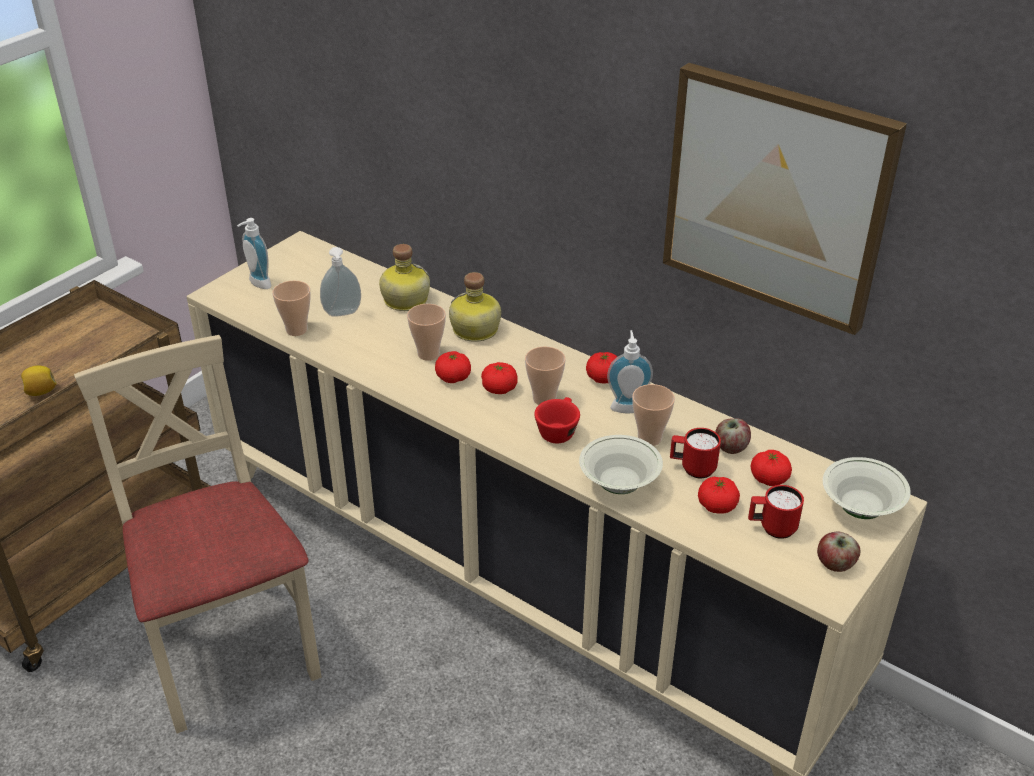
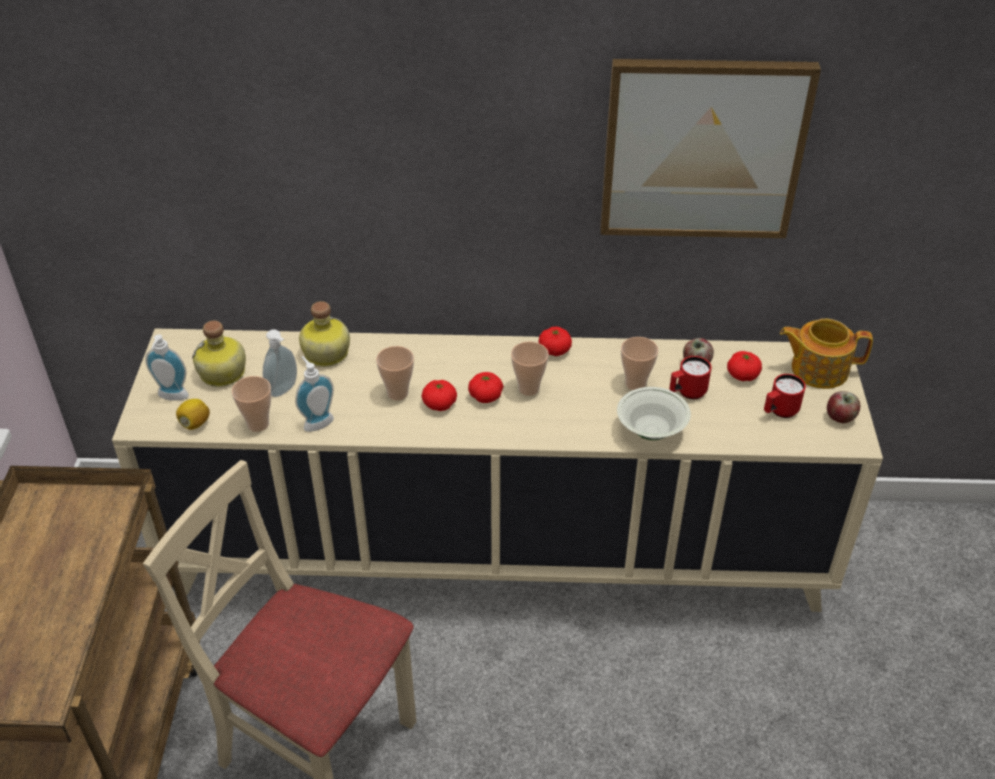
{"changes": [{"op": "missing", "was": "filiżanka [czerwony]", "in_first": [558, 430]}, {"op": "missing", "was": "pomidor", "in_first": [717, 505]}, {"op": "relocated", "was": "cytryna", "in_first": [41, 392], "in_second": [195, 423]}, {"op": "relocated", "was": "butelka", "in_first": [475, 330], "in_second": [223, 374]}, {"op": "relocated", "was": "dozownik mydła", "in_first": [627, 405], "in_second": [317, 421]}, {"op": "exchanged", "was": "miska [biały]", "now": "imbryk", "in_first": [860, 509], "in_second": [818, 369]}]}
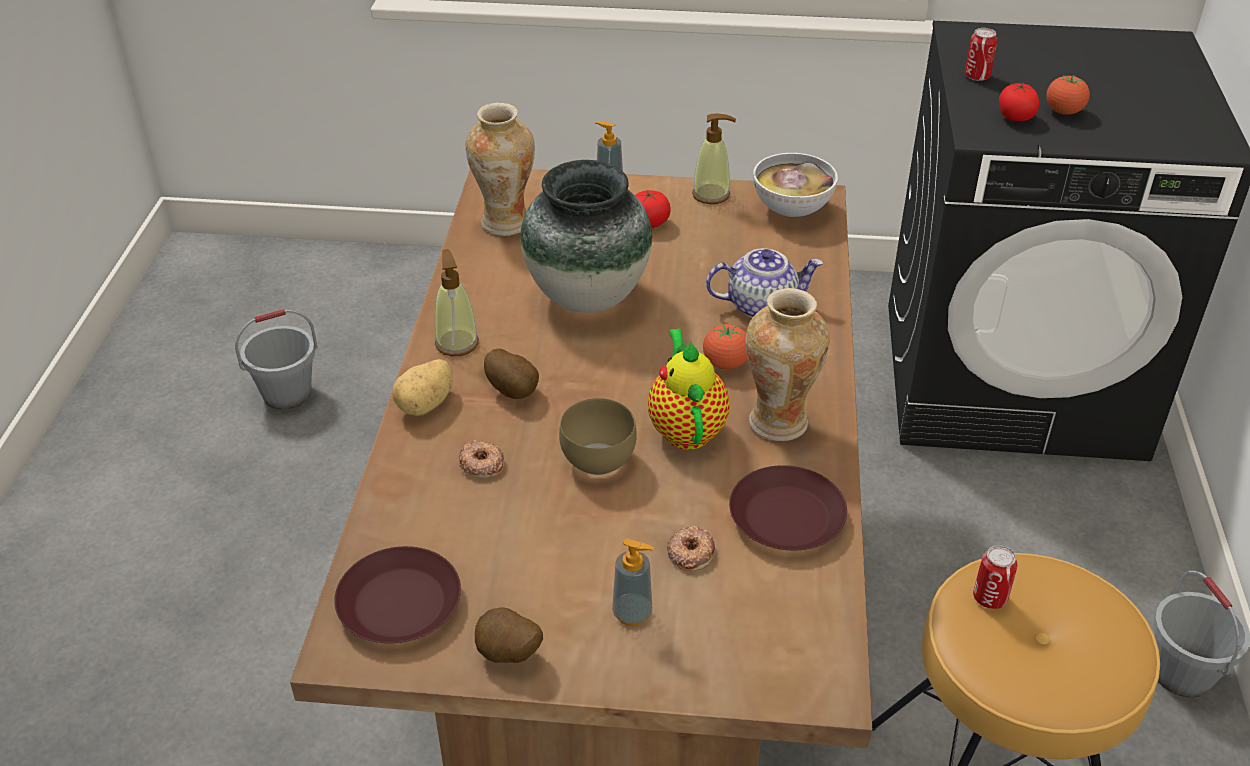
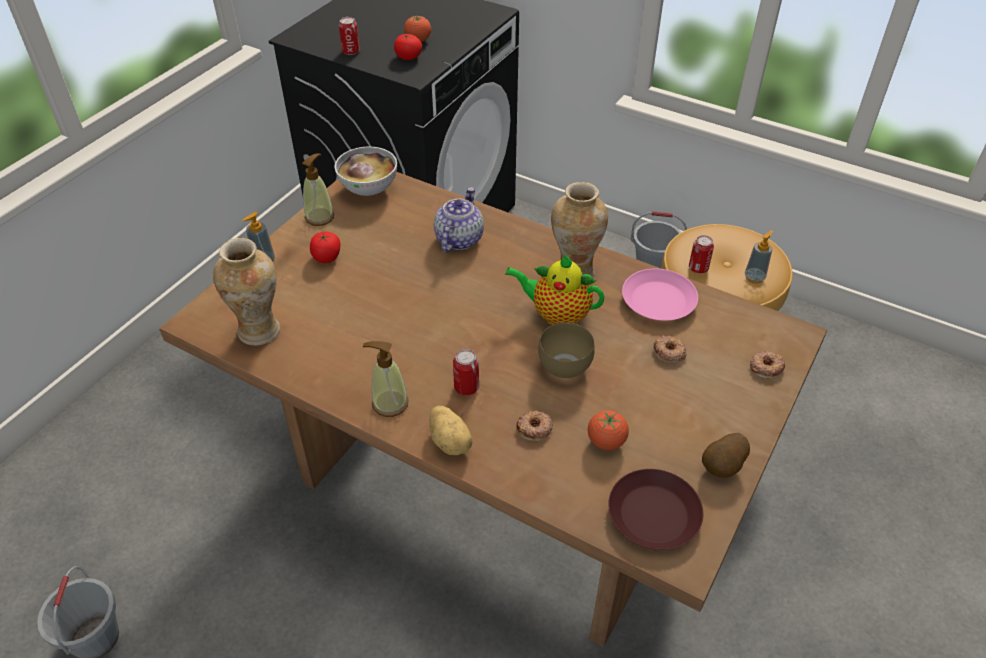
{"changes": [{"op": "missing", "was": "wazon", "in_first": [587, 296]}, {"op": "appeared", "now": "donut", "in_second": [766, 367]}, {"op": "relocated", "was": "dozownik mydła", "in_first": [632, 613], "in_second": [754, 277]}, {"op": "relocated", "was": "pomidor", "in_first": [725, 363], "in_second": [606, 441]}, {"op": "exchanged", "was": "ziemniak", "now": "puszka", "in_first": [514, 391], "in_second": [466, 387]}, {"op": "colour", "was": "talerz [brązowy]", "now": "talerz [różowy]", "in_first": [785, 517], "in_second": [658, 301]}]}
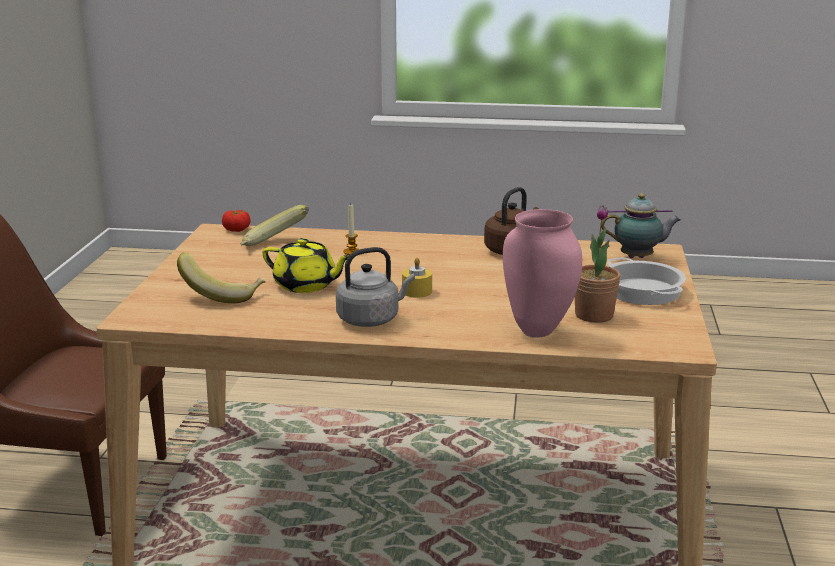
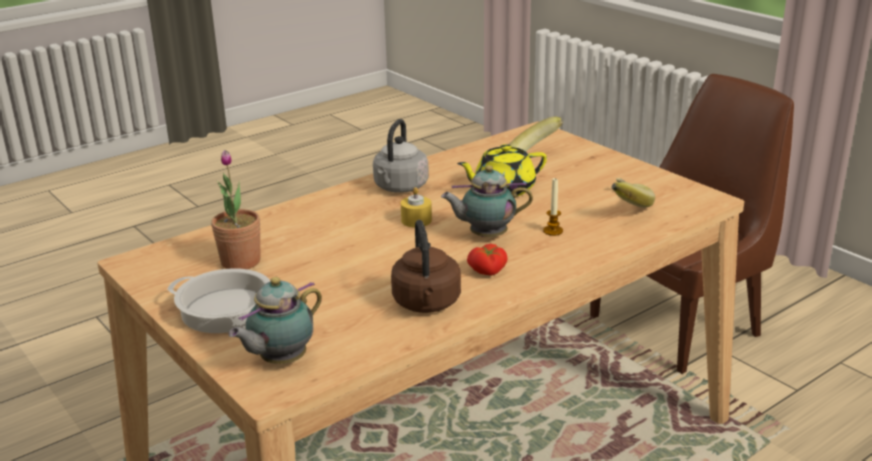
{"changes": [{"op": "missing", "was": "wazon [różowy]", "in_first": [537, 331]}, {"op": "appeared", "now": "imbryk", "in_second": [485, 236]}, {"op": "relocated", "was": "pomidor", "in_first": [237, 229], "in_second": [488, 272]}]}
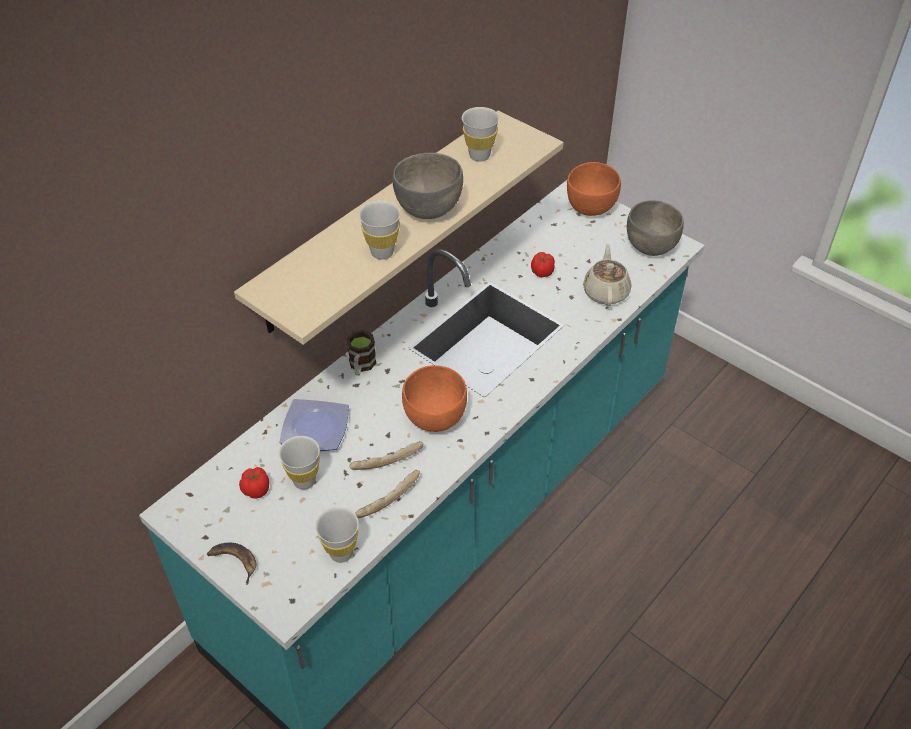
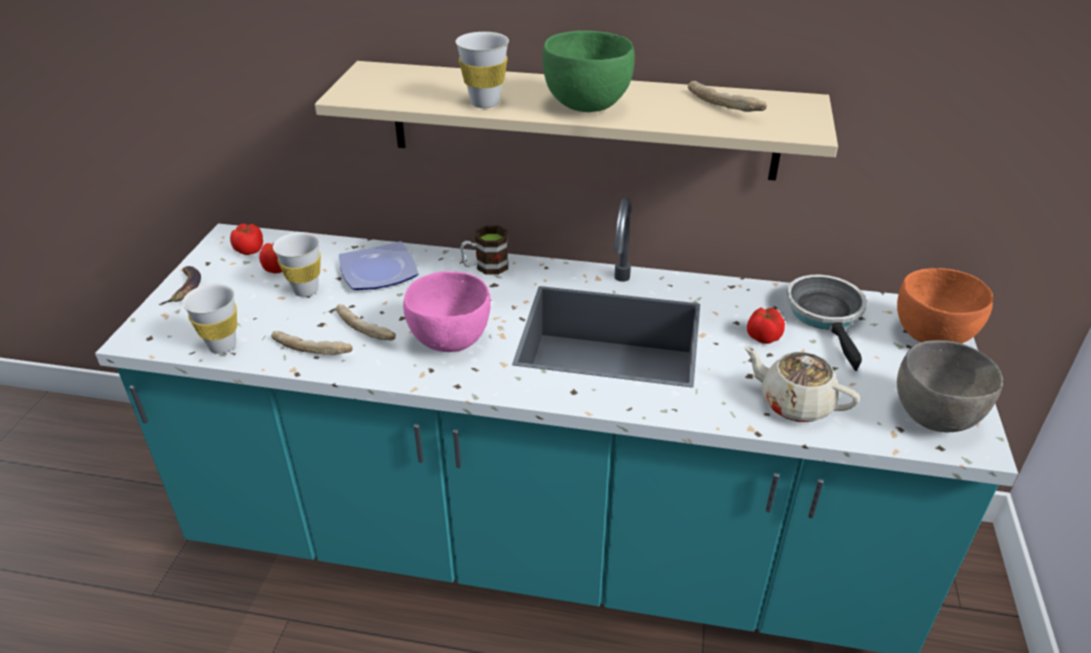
{"changes": [{"op": "appeared", "now": "pomidor", "in_second": [250, 250]}, {"op": "appeared", "now": "patelnia", "in_second": [826, 315]}, {"op": "exchanged", "was": "filiżanka [biały]", "now": "chleb", "in_first": [479, 156], "in_second": [724, 106]}, {"op": "colour", "was": "miska [szary]", "now": "miska [zielony]", "in_first": [429, 210], "in_second": [587, 106]}, {"op": "colour", "was": "miska [pomarańczowy]", "now": "miska [różowy]", "in_first": [435, 419], "in_second": [449, 340]}, {"op": "spun", "was": "imbryk [beżowy]", "in_first": [606, 292], "in_second": [794, 403], "clockwise": -120}]}
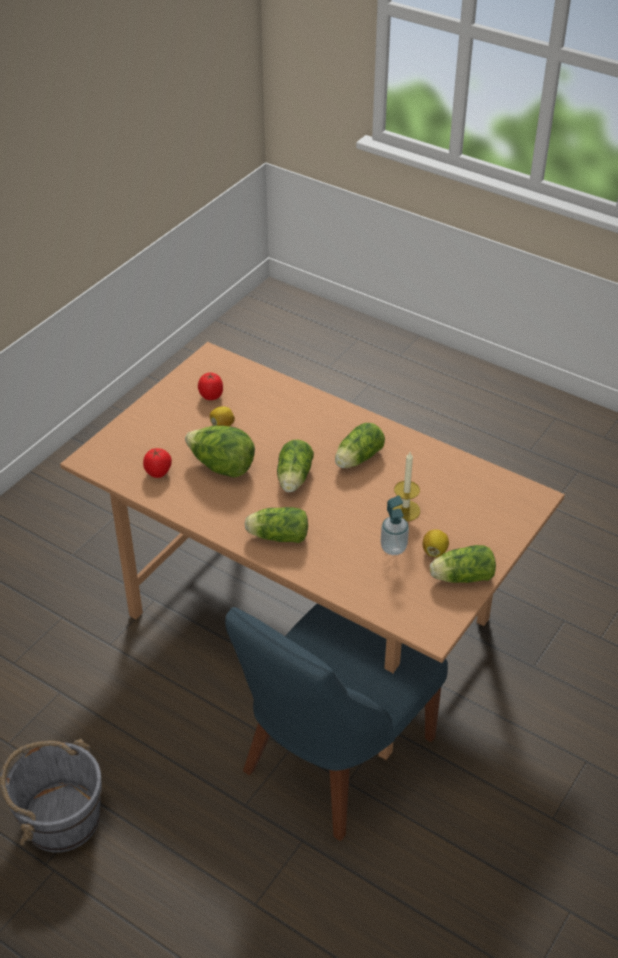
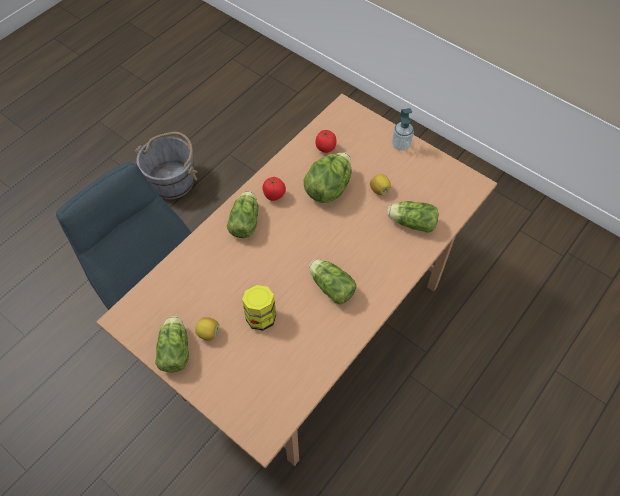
{"changes": [{"op": "relocated", "was": "pomidor", "in_first": [211, 396], "in_second": [274, 195]}, {"op": "relocated", "was": "sałata", "in_first": [293, 479], "in_second": [410, 222]}, {"op": "relocated", "was": "dozownik mydła", "in_first": [393, 548], "in_second": [401, 145]}, {"op": "exchanged", "was": "świeca", "now": "słoik", "in_first": [405, 510], "in_second": [261, 316]}]}
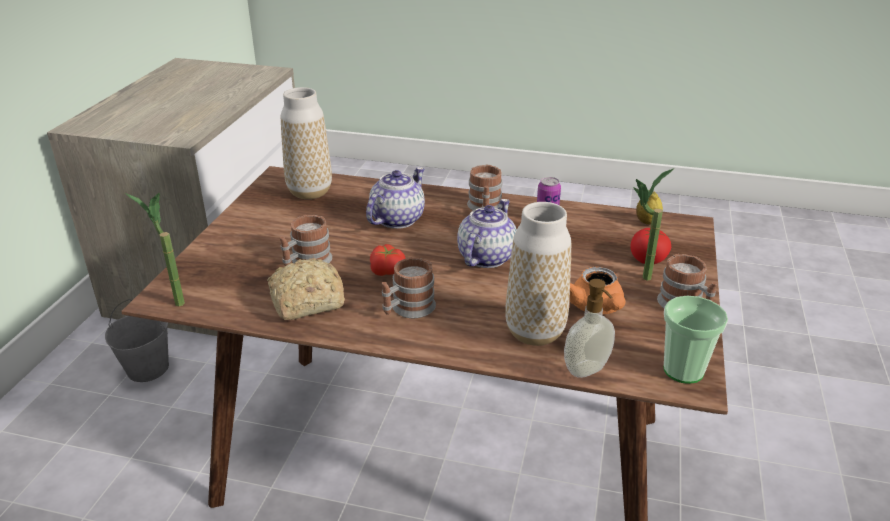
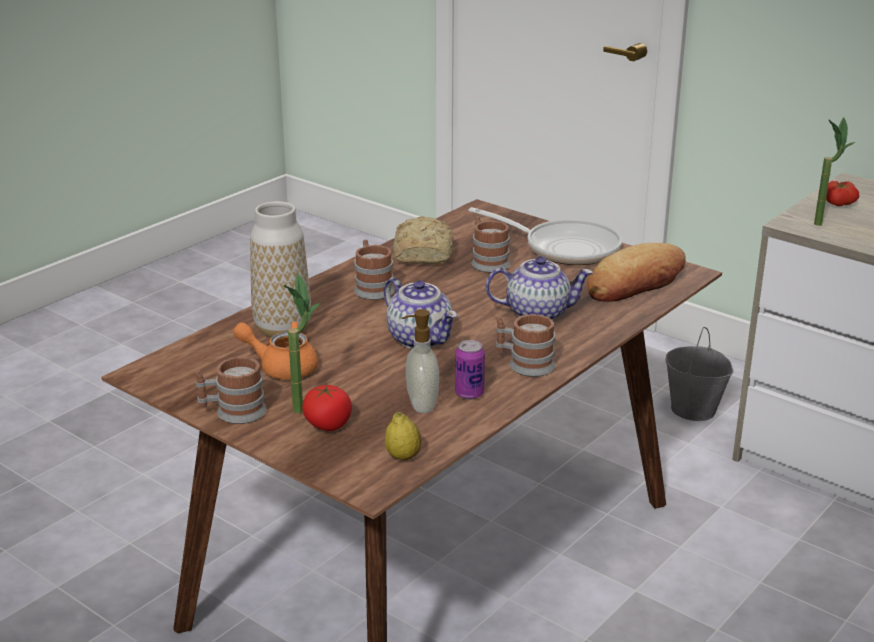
{"changes": [{"op": "missing", "was": "filiżanka", "in_first": [683, 370]}, {"op": "appeared", "now": "patelnia", "in_second": [564, 248]}, {"op": "relocated", "was": "roślina doniczkowa", "in_first": [172, 301], "in_second": [823, 222]}, {"op": "relocated", "was": "pomidor", "in_first": [388, 271], "in_second": [838, 204]}, {"op": "relocated", "was": "dozownik mydła", "in_first": [587, 370], "in_second": [420, 405]}, {"op": "exchanged", "was": "wazon", "now": "chleb", "in_first": [310, 192], "in_second": [636, 282]}, {"op": "spun", "was": "imbryk", "in_first": [397, 219], "in_second": [538, 313], "clockwise": -60}]}
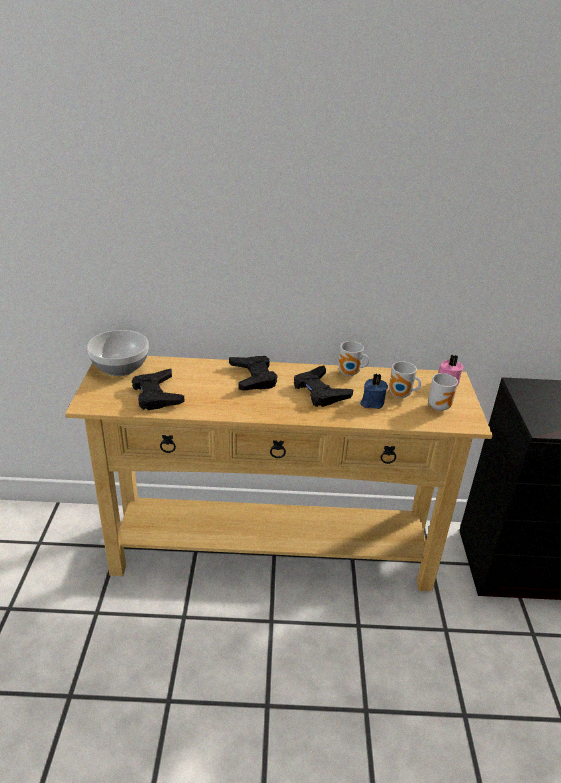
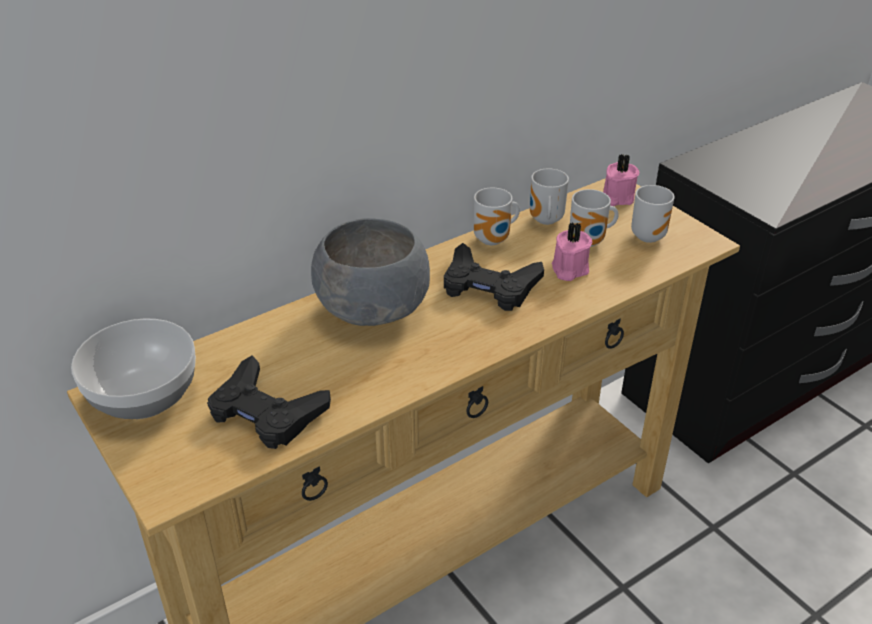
{"changes": [{"op": "appeared", "now": "kubek", "in_second": [544, 221]}, {"op": "exchanged", "was": "pad do gier [czarny]", "now": "miska [szary]", "in_first": [253, 377], "in_second": [375, 309]}, {"op": "colour", "was": "świeca [niebieski]", "now": "świeca [różowy]", "in_first": [371, 402], "in_second": [568, 269]}]}
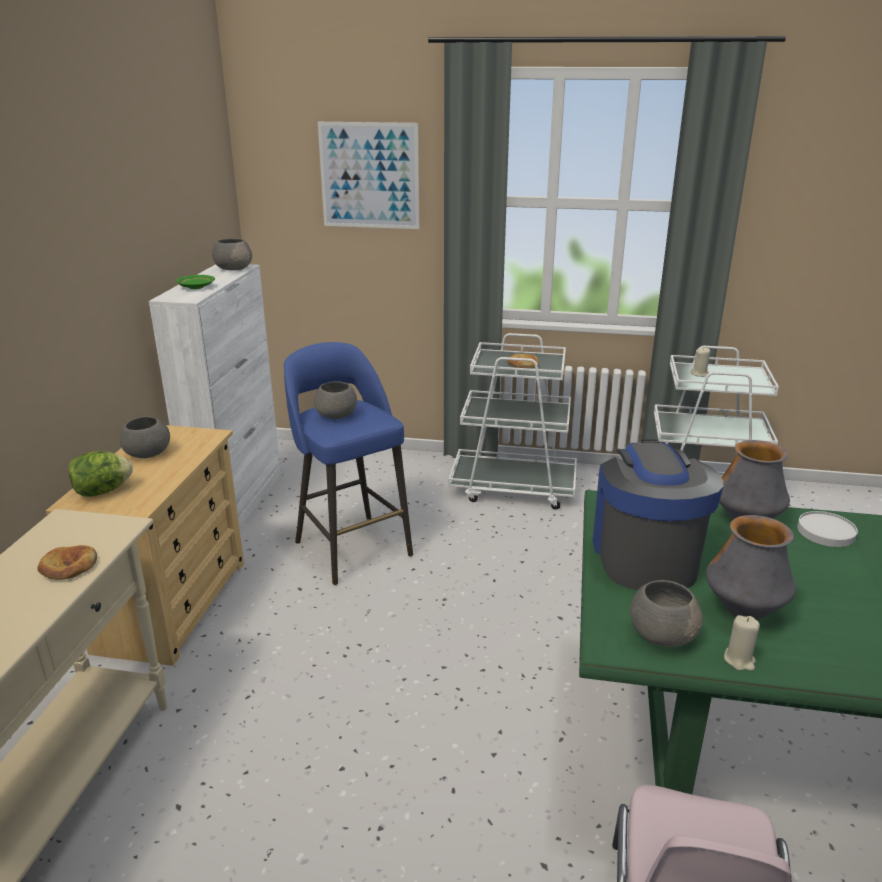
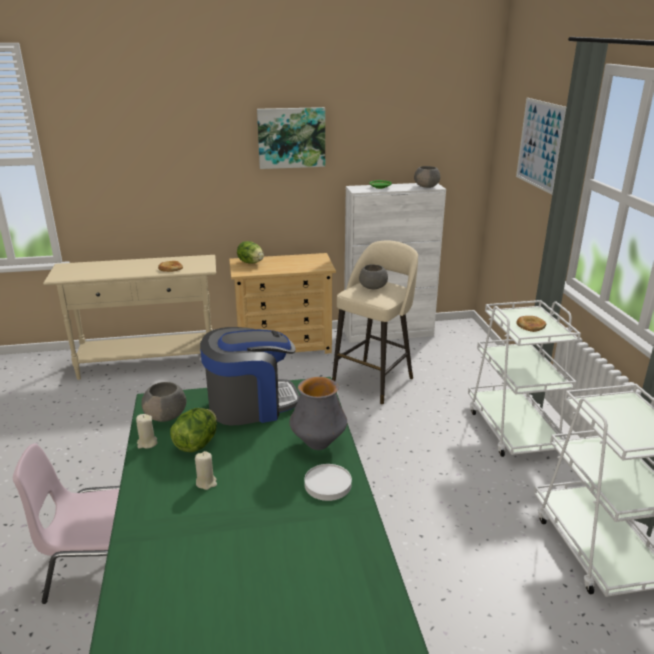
{"changes": [{"op": "missing", "was": "miska [szary]", "in_first": [147, 454]}, {"op": "appeared", "now": "obraz", "in_second": [291, 138]}, {"op": "relocated", "was": "świeca [beżowy]", "in_first": [699, 374], "in_second": [206, 482]}, {"op": "exchanged", "was": "wazon", "now": "sałata", "in_first": [743, 613], "in_second": [196, 444]}, {"op": "colour", "was": "stołek [niebieski]", "now": "stołek [beżowy]", "in_first": [351, 547], "in_second": [374, 380]}]}
